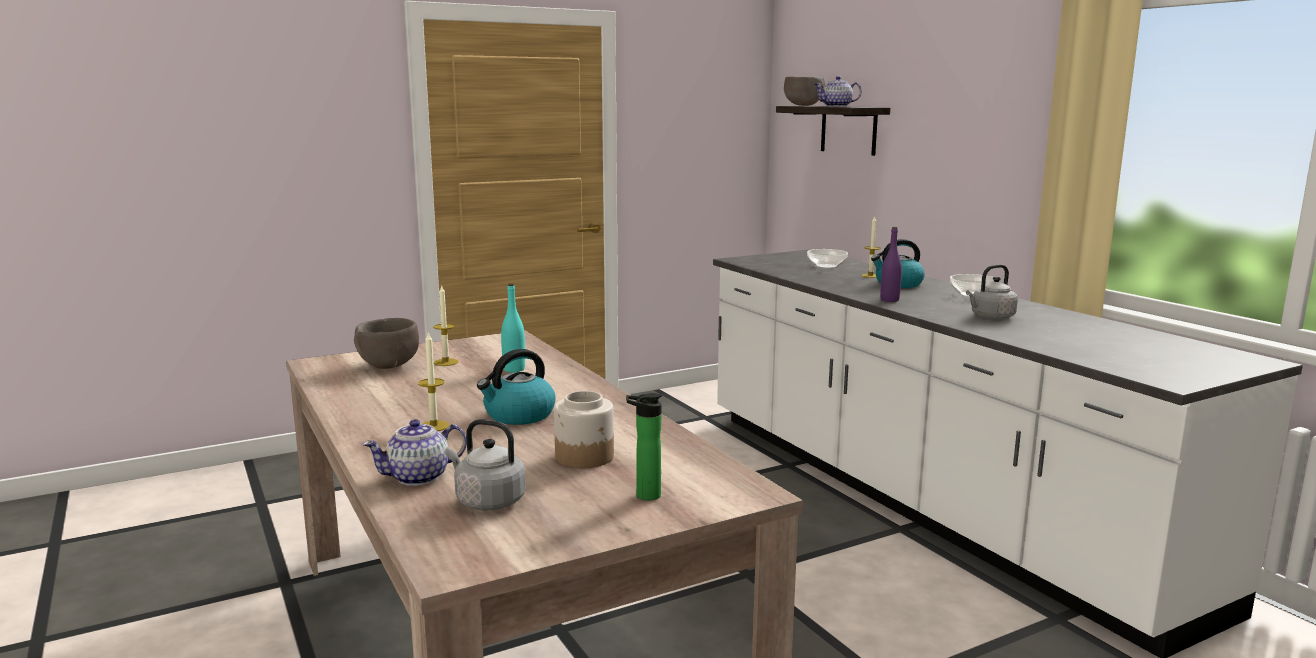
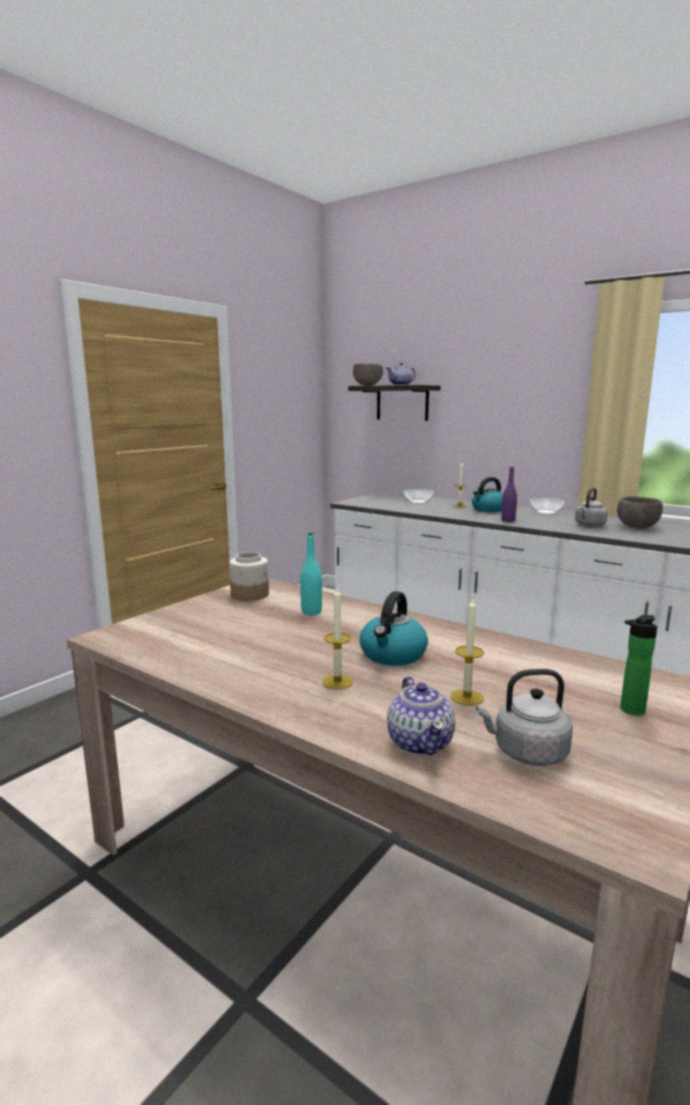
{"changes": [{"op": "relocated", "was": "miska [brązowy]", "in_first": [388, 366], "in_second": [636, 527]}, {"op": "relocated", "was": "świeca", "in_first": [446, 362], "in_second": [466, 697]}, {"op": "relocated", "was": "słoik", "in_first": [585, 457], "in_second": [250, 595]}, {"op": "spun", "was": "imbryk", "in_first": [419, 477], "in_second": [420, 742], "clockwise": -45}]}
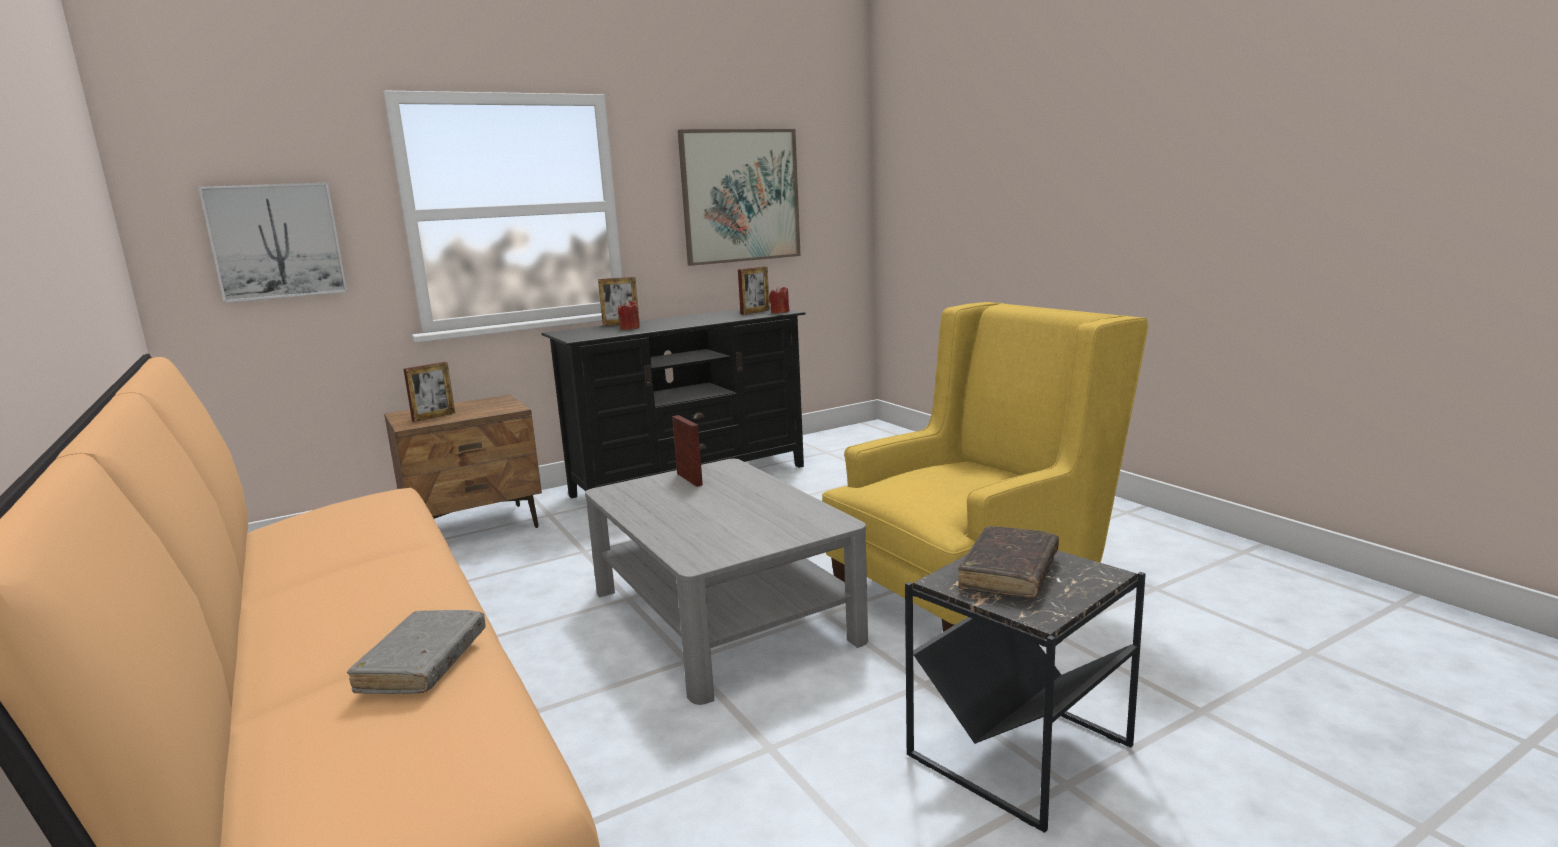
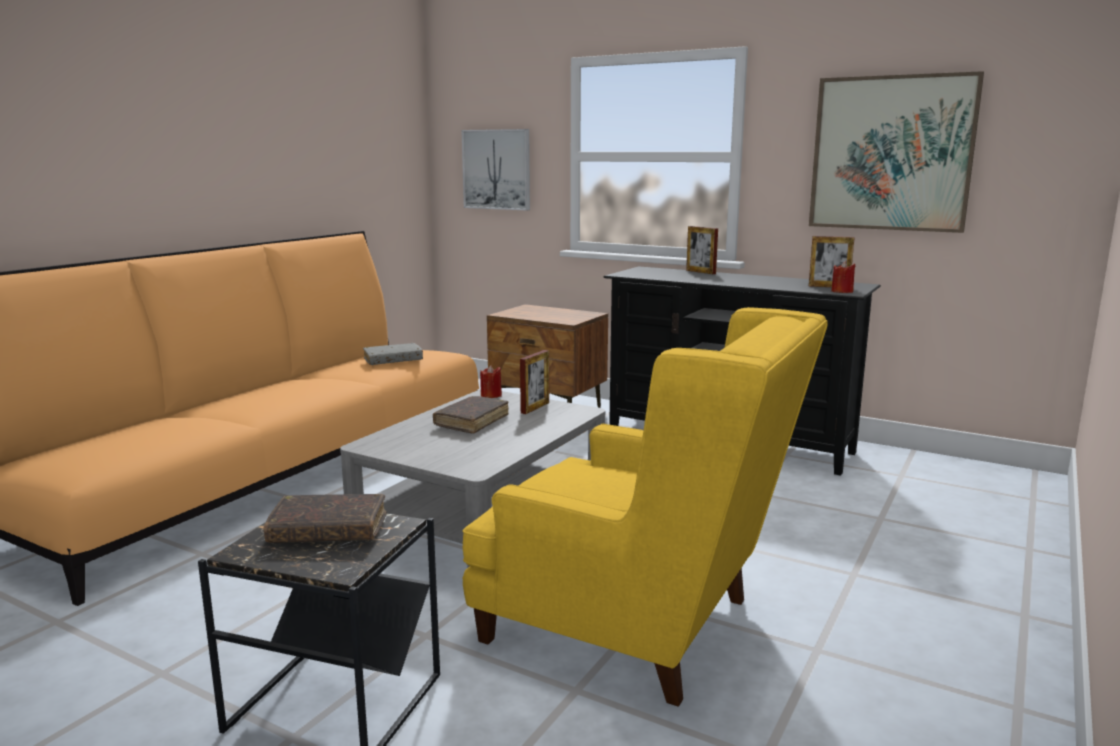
{"changes": [{"op": "missing", "was": "ramka na zdjęcie", "in_first": [434, 417]}, {"op": "appeared", "now": "książka [brązowy]", "in_second": [472, 421]}, {"op": "relocated", "was": "książka [szary]", "in_first": [423, 663], "in_second": [393, 360]}, {"op": "relocated", "was": "świeca [czerwony]", "in_first": [630, 328], "in_second": [491, 395]}]}
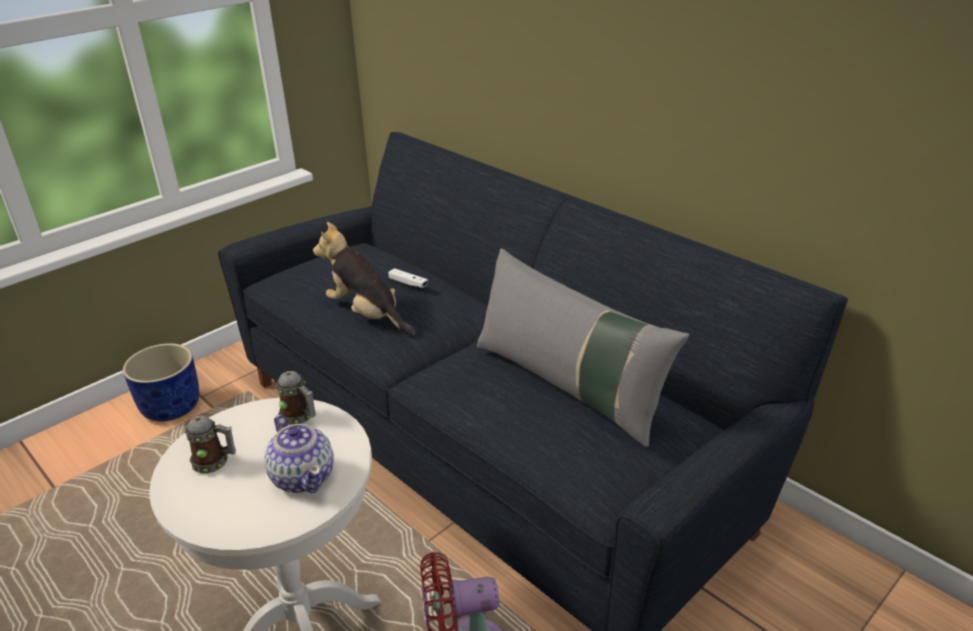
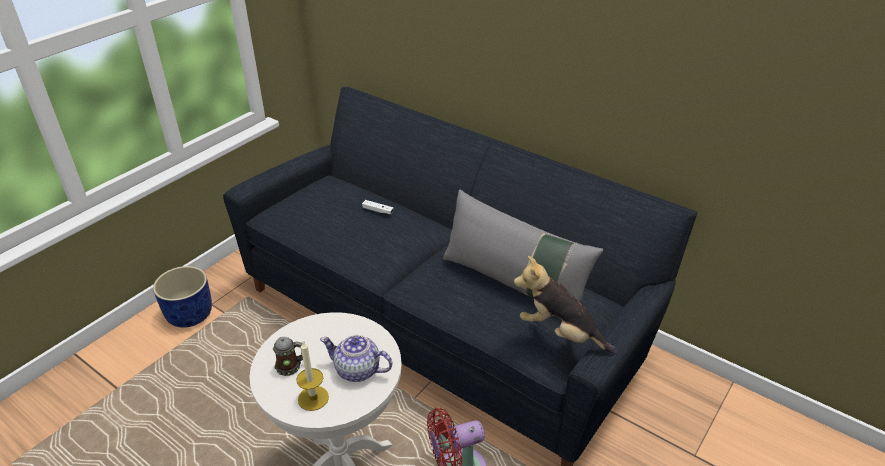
{"changes": [{"op": "missing", "was": "kubek", "in_first": [300, 417]}, {"op": "appeared", "now": "świeca", "in_second": [313, 398]}, {"op": "relocated", "was": "pluszak", "in_first": [367, 315], "in_second": [560, 333]}, {"op": "spun", "was": "imbryk", "in_first": [303, 476], "in_second": [358, 370], "clockwise": 150}]}
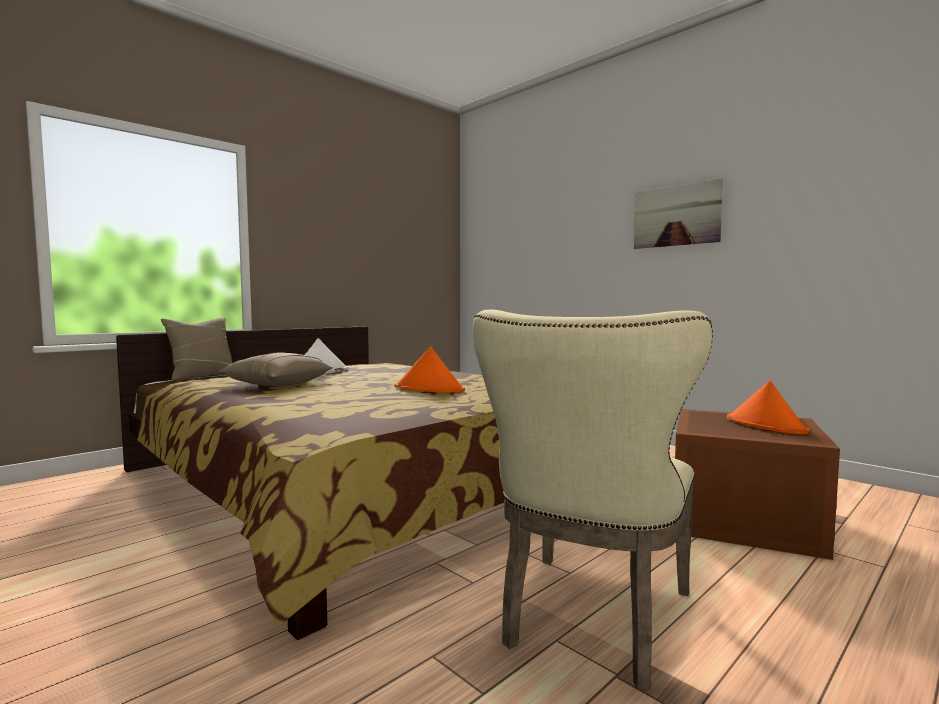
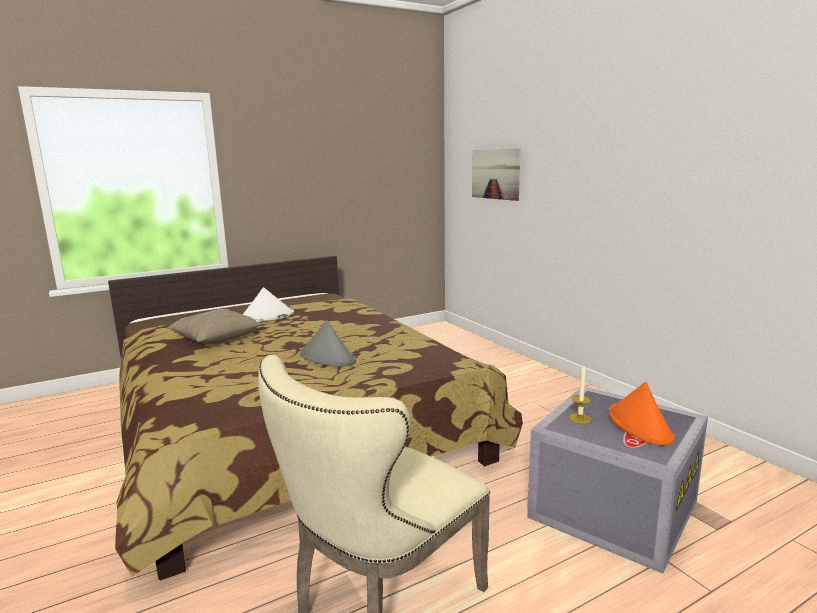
{"changes": [{"op": "missing", "was": "poduszka [beżowy]", "in_first": [202, 376]}, {"op": "appeared", "now": "świeca", "in_second": [580, 418]}, {"op": "relocated", "was": "obraz", "in_first": [676, 216], "in_second": [495, 174]}, {"op": "colour", "was": "kapelusz [pomarańczowy]", "now": "kapelusz [szary]", "in_first": [429, 389], "in_second": [328, 357]}, {"op": "colour", "was": "pojemnik do przechowywania [brązowy]", "now": "pojemnik do przechowywania [szary]", "in_first": [740, 518], "in_second": [612, 507]}]}
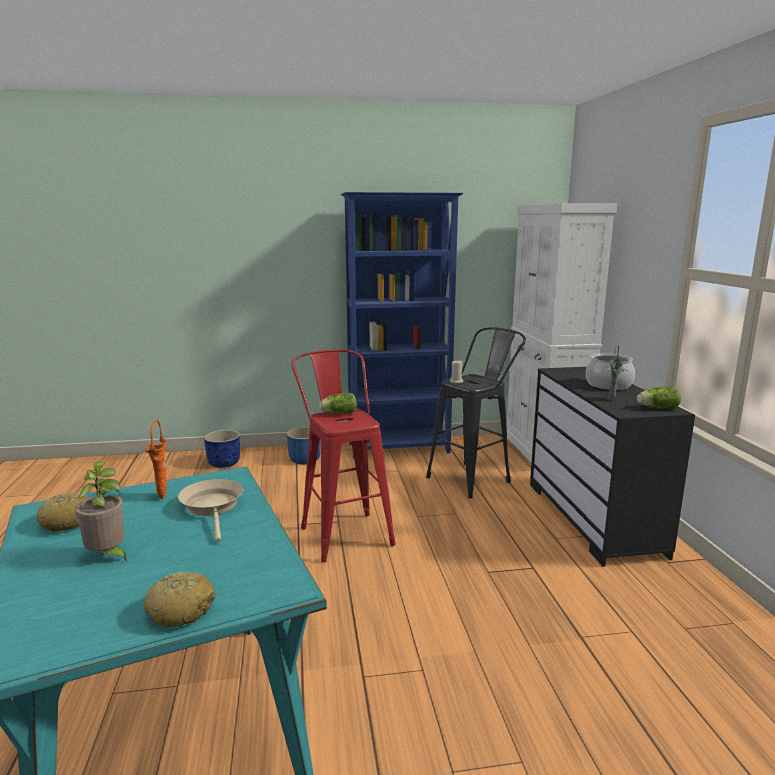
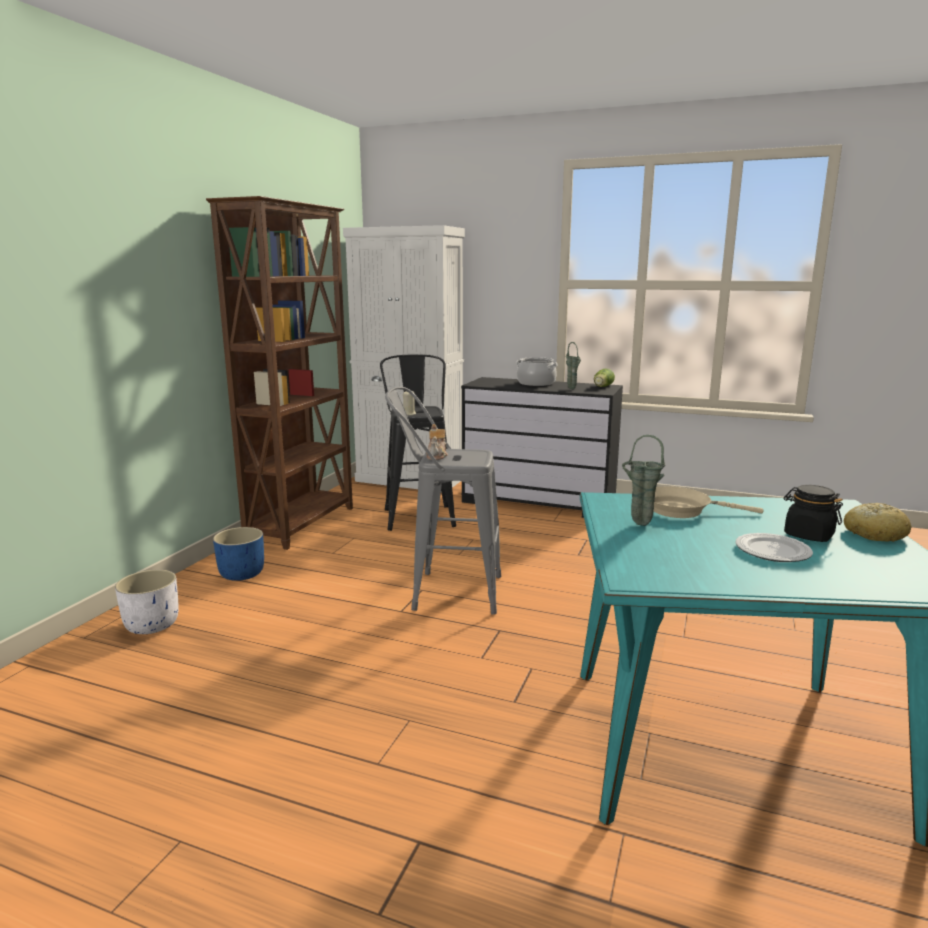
{"changes": [{"op": "missing", "was": "chleb", "in_first": [68, 522]}, {"op": "appeared", "now": "słoik [czarny]", "in_second": [808, 535]}, {"op": "exchanged", "was": "roślina doniczkowa", "now": "talerz", "in_first": [108, 556], "in_second": [773, 551]}, {"op": "exchanged", "was": "sałata", "now": "imbryk", "in_first": [338, 413], "in_second": [437, 456]}, {"op": "colour", "was": "wazon [pomarańczowy]", "now": "wazon [zielony]", "in_first": [163, 496], "in_second": [638, 524]}, {"op": "colour", "was": "donica [niebieski]", "now": "donica [biały]", "in_first": [224, 463], "in_second": [152, 624]}, {"op": "colour", "was": "stołek [czerwony]", "now": "stołek [szary]", "in_first": [343, 531], "in_second": [446, 592]}, {"op": "colour", "was": "regał [niebieski]", "now": "regał [brązowy]", "in_first": [399, 448], "in_second": [303, 524]}]}
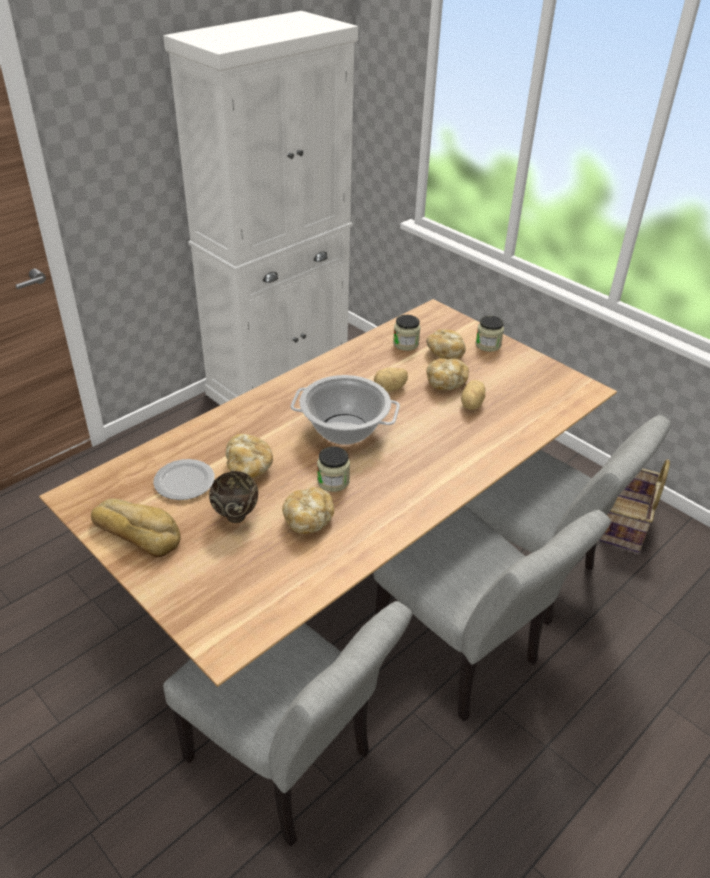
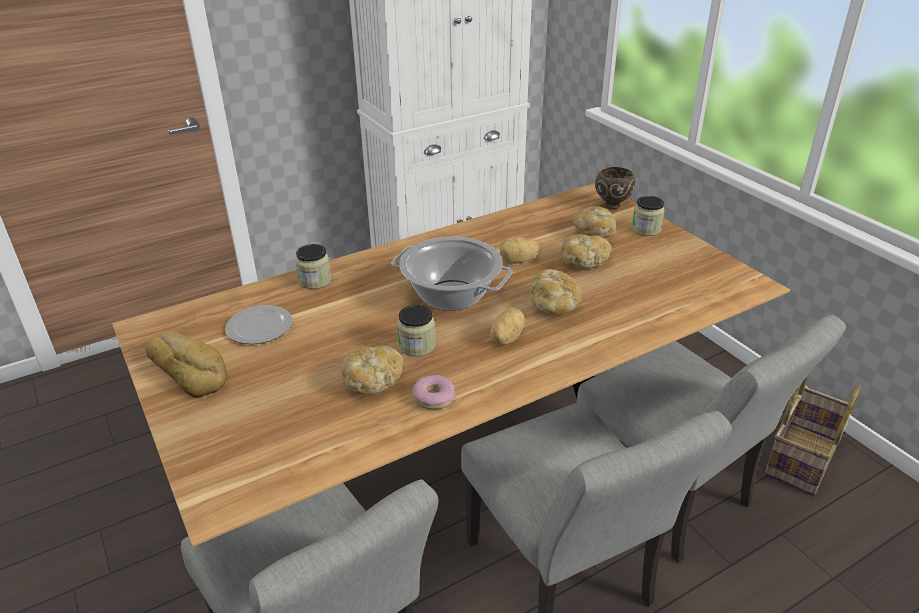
{"changes": [{"op": "appeared", "now": "donut", "in_second": [434, 397]}, {"op": "relocated", "was": "miska [brązowy]", "in_first": [235, 515], "in_second": [612, 205]}, {"op": "relocated", "was": "chleb", "in_first": [249, 467], "in_second": [554, 305]}, {"op": "relocated", "was": "słoik", "in_first": [405, 344], "in_second": [315, 280]}, {"op": "relocated", "was": "ziemniak", "in_first": [470, 404], "in_second": [505, 338]}]}
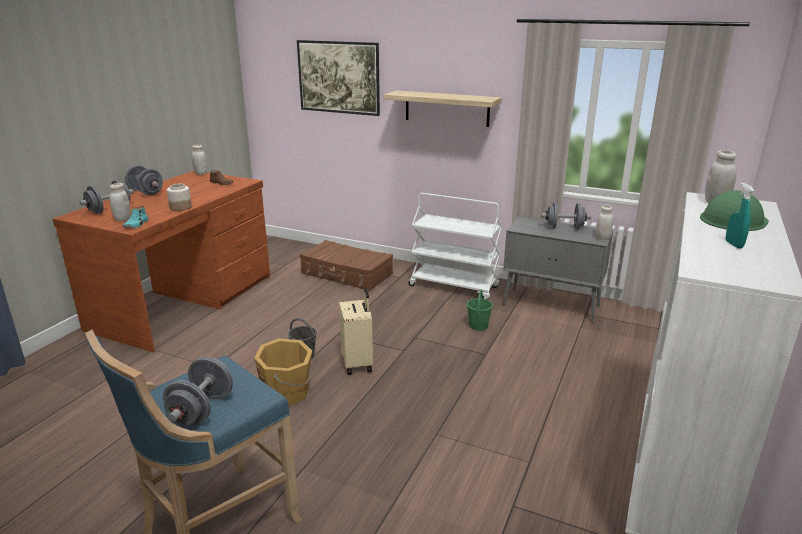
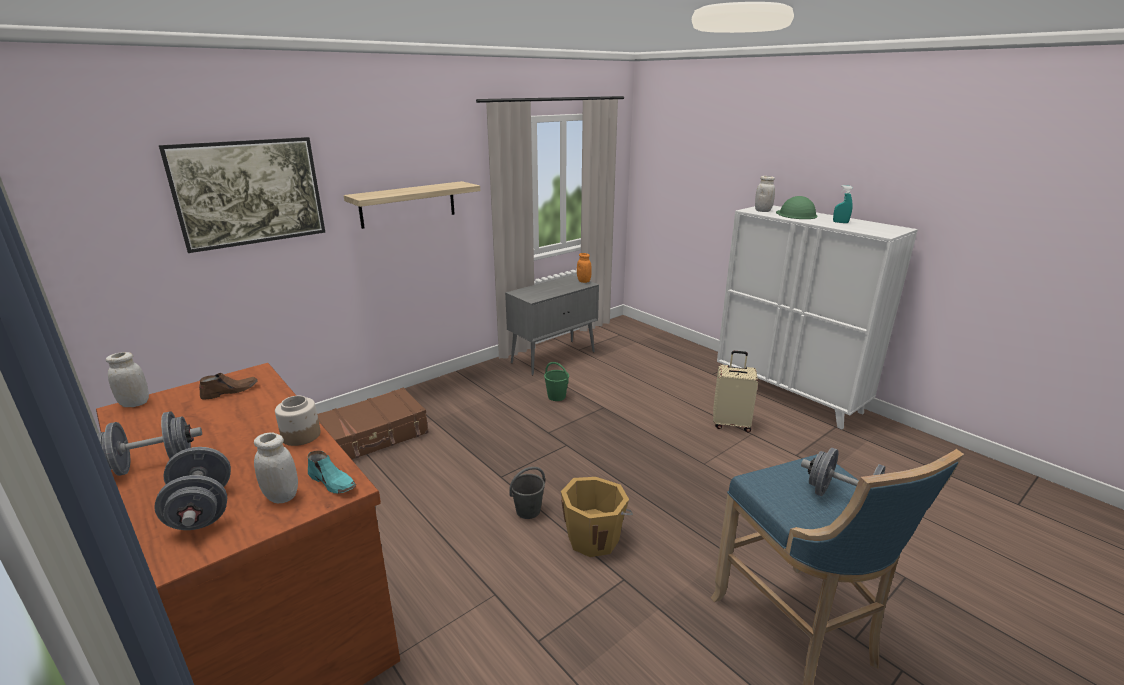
{"changes": [{"op": "missing", "was": "wózek [biały]", "in_first": [454, 286]}, {"op": "missing", "was": "hantel [szary]", "in_first": [564, 228]}, {"op": "relocated", "was": "walizka [beżowy]", "in_first": [358, 363], "in_second": [731, 424]}, {"op": "colour", "was": "słoik [biały]", "now": "słoik [pomarańczowy]", "in_first": [602, 238], "in_second": [584, 281]}]}
